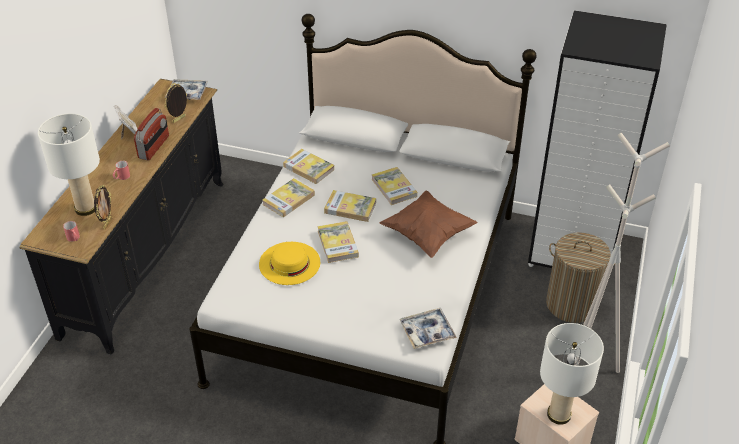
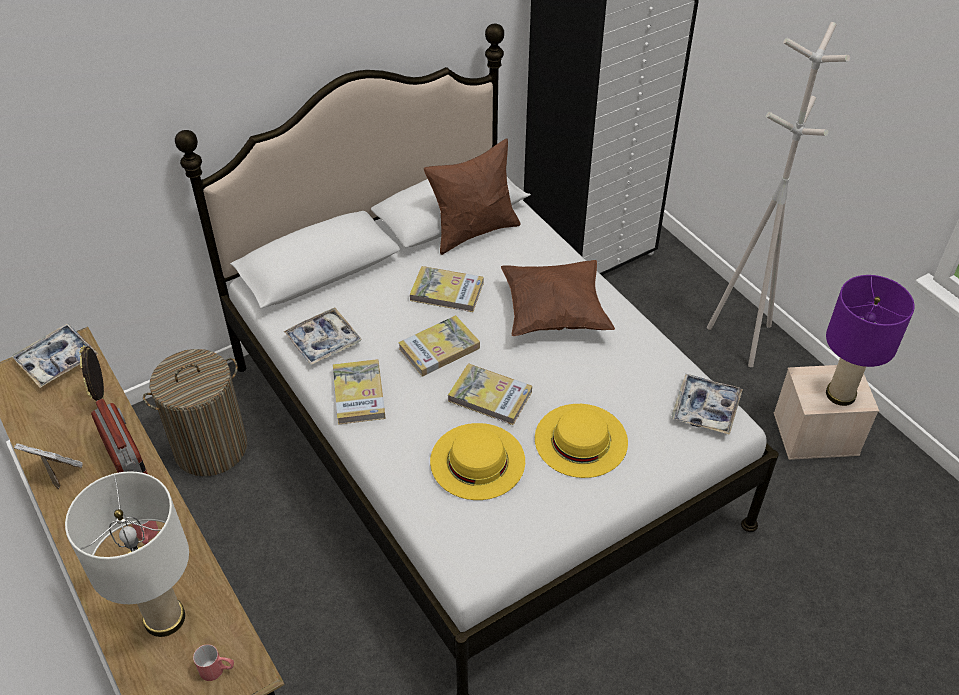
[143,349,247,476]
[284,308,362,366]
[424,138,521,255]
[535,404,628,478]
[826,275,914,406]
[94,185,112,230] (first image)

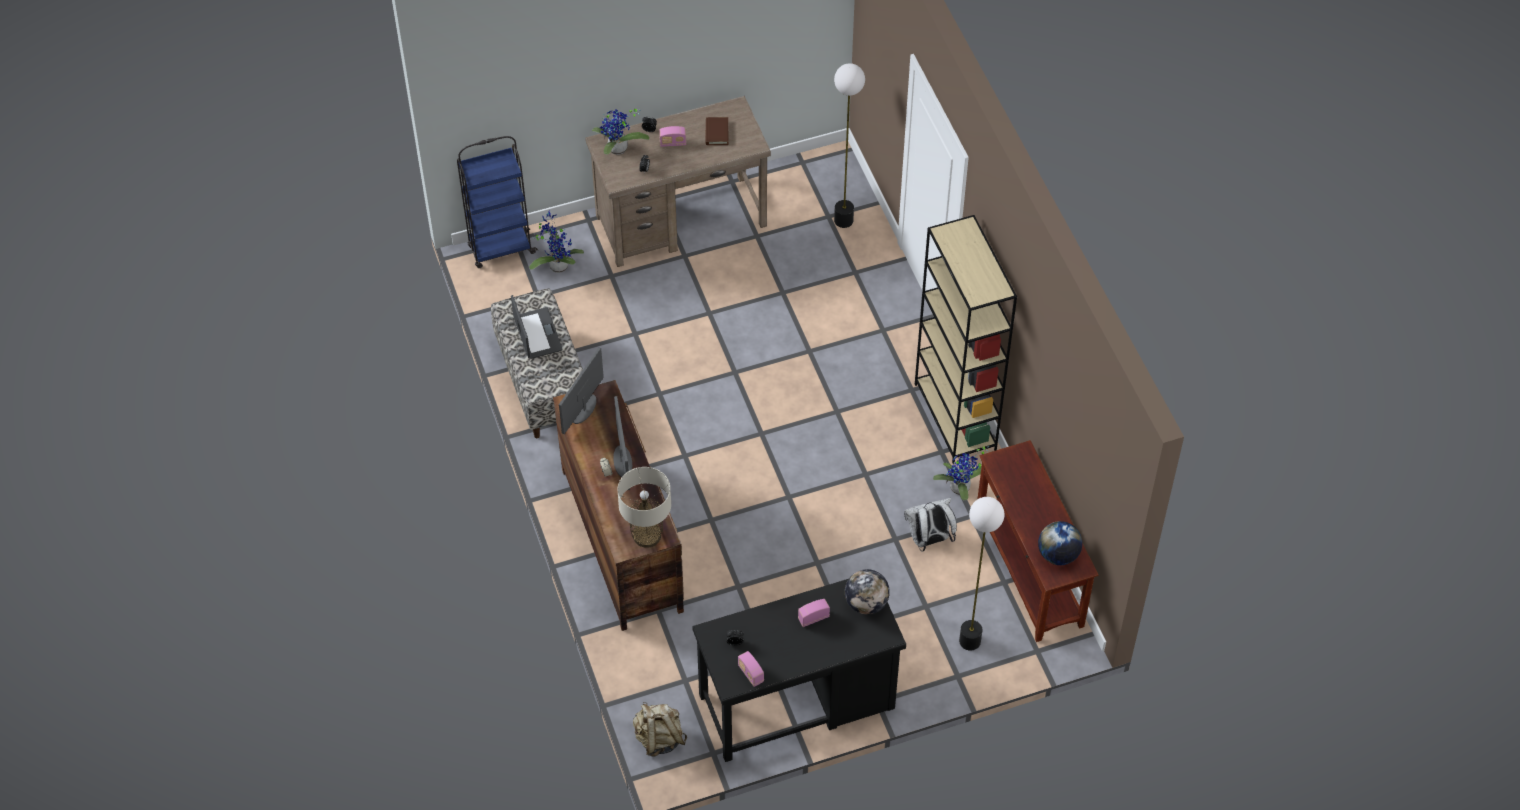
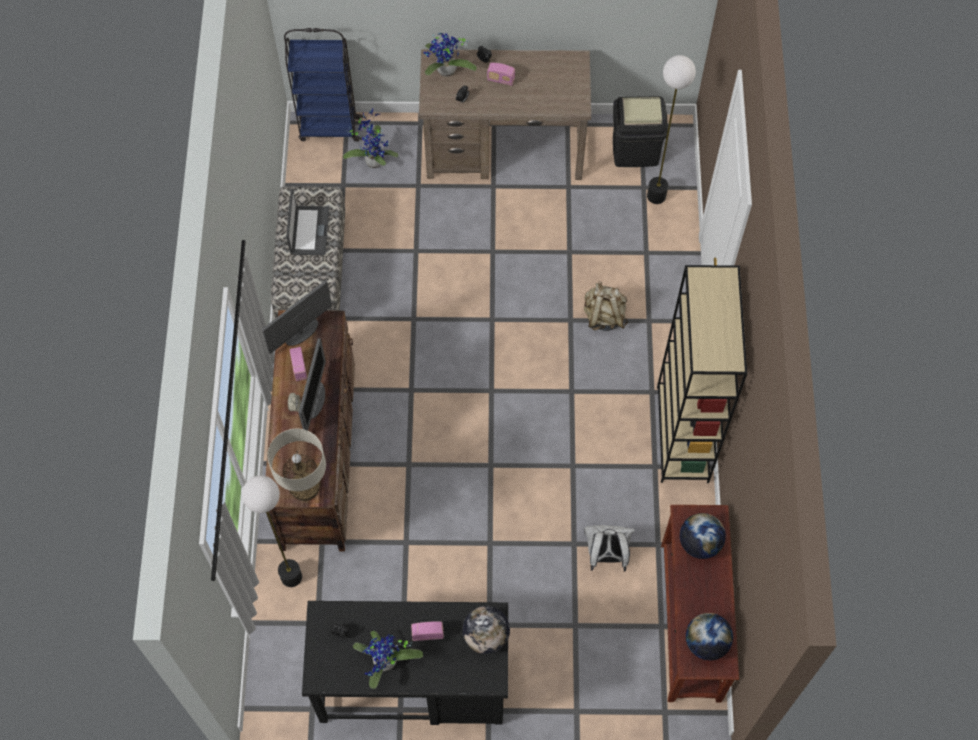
[242,475,302,587]
[290,347,307,381]
[353,631,423,689]
[584,281,628,331]
[613,96,668,167]
[680,513,726,559]
[706,117,728,145] (first image)

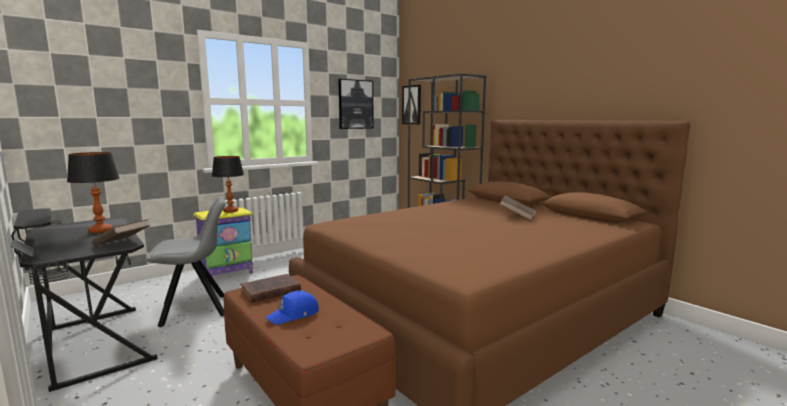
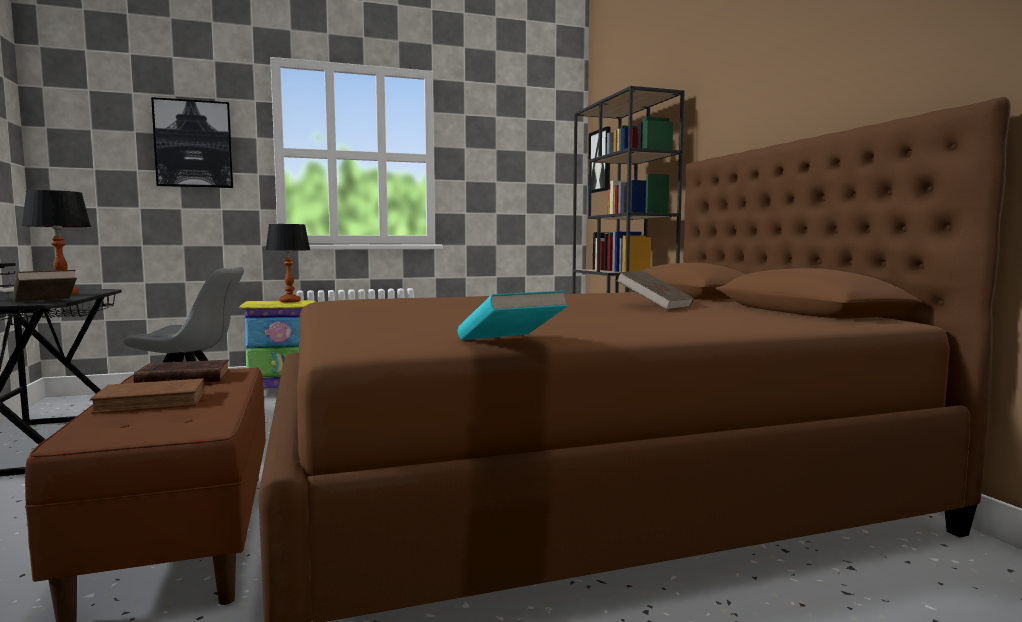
[90,379,204,414]
[151,97,233,188]
[458,291,568,340]

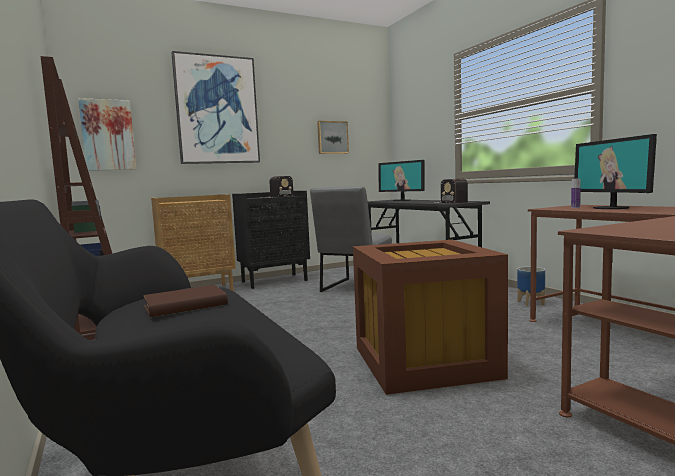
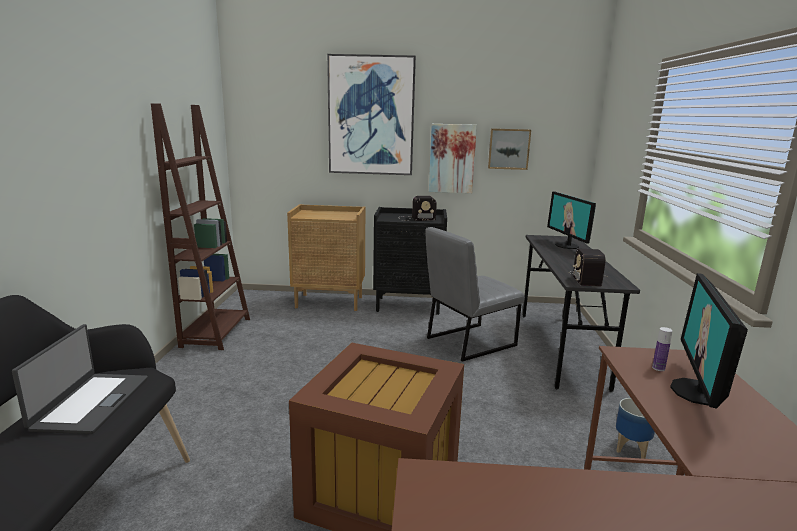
[12,324,148,434]
[429,124,477,193]

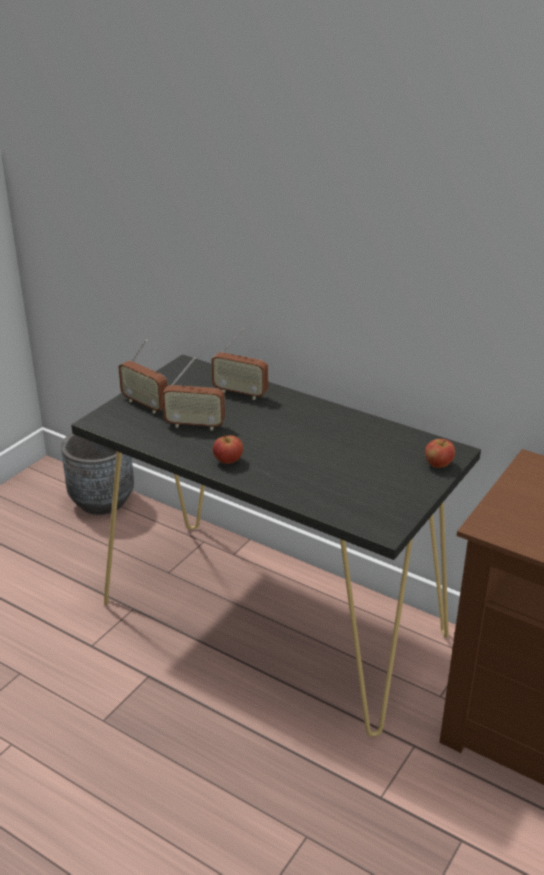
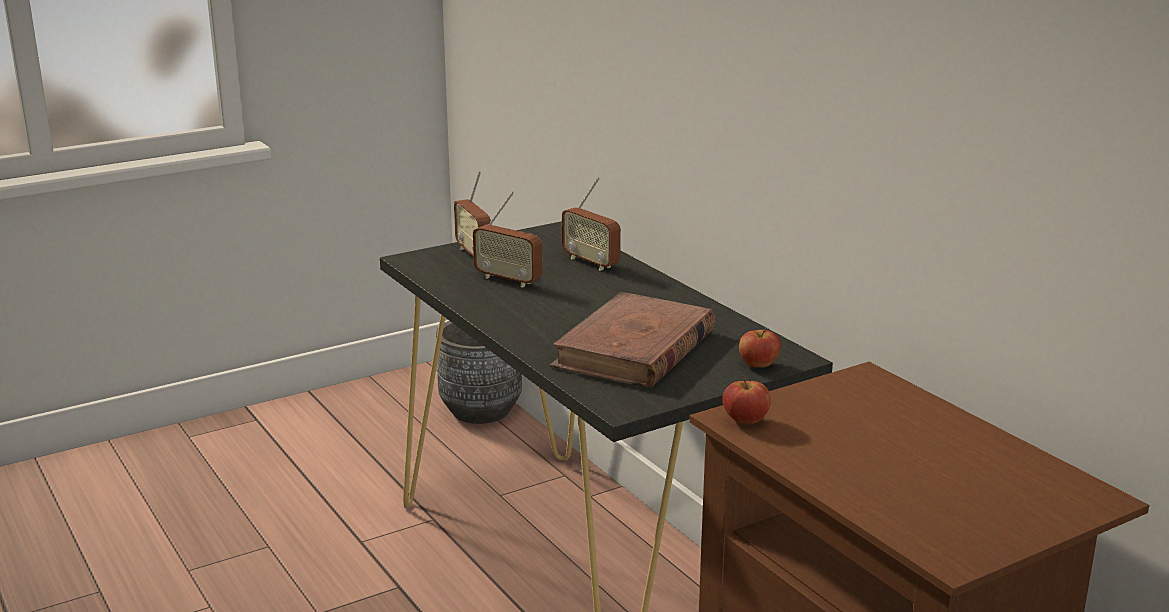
[550,292,716,388]
[722,376,771,424]

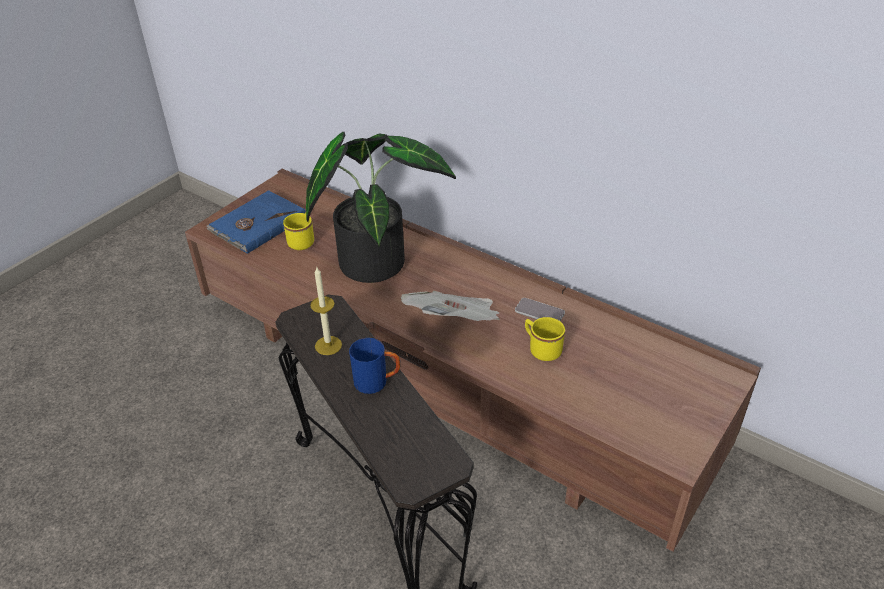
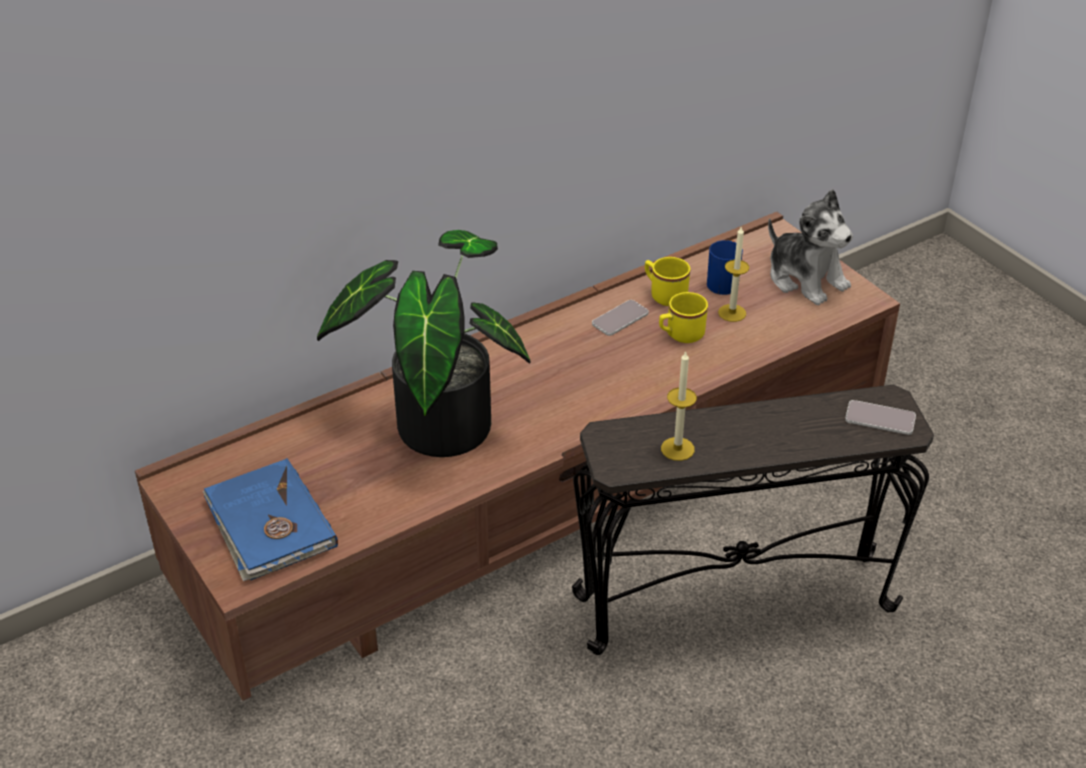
[645,257,690,306]
[707,240,743,295]
[718,226,749,322]
[768,189,853,305]
[845,400,916,435]
[401,291,500,321] (first image)

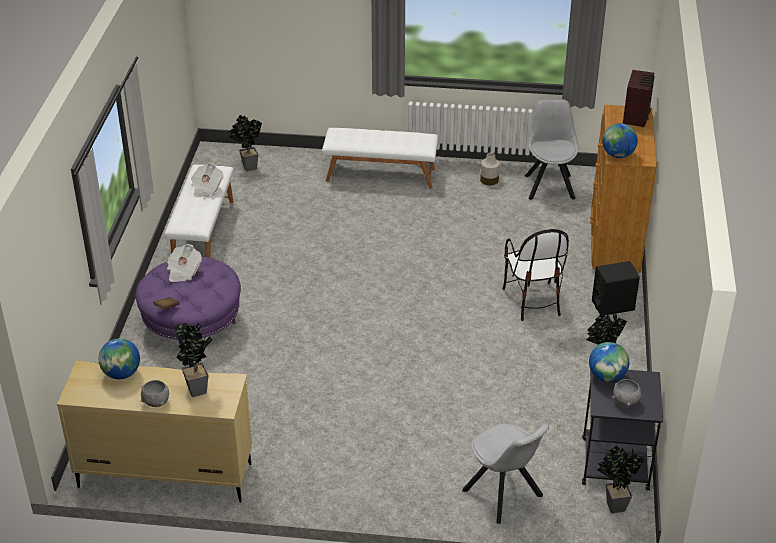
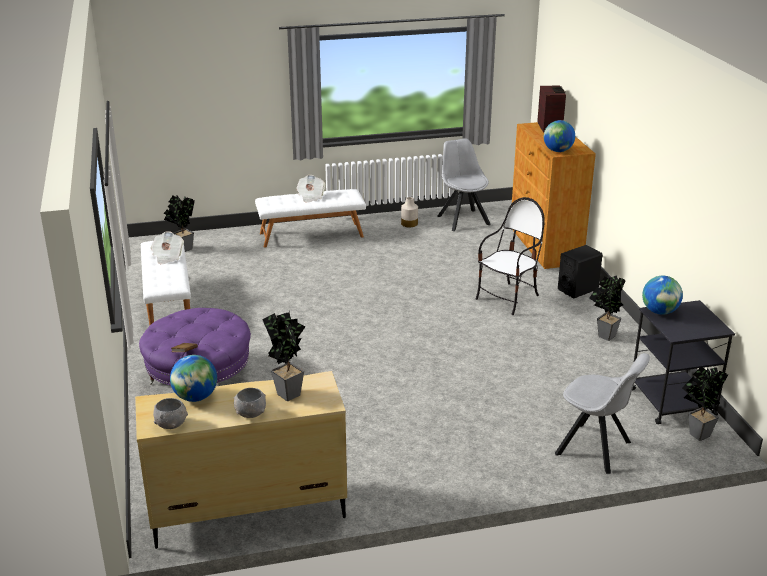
[153,398,188,429]
[296,175,325,203]
[476,197,545,315]

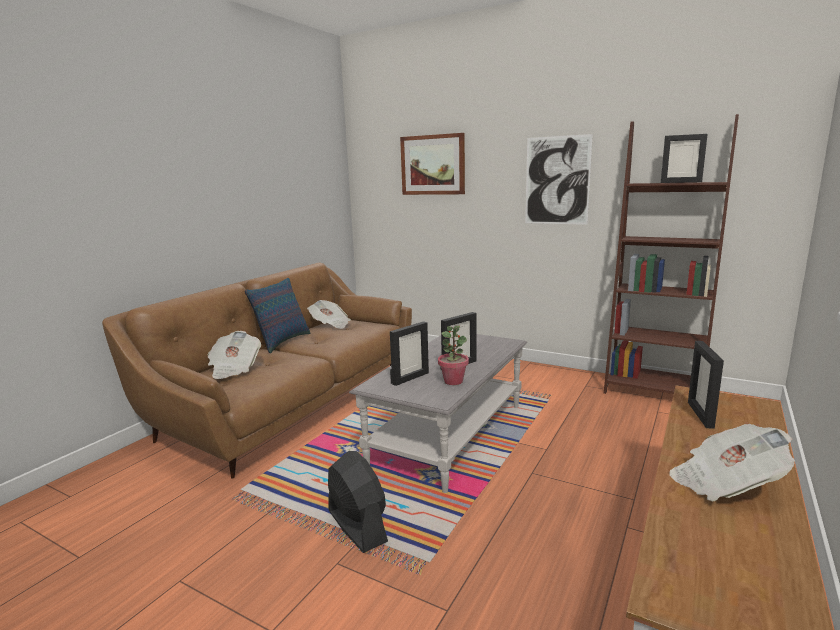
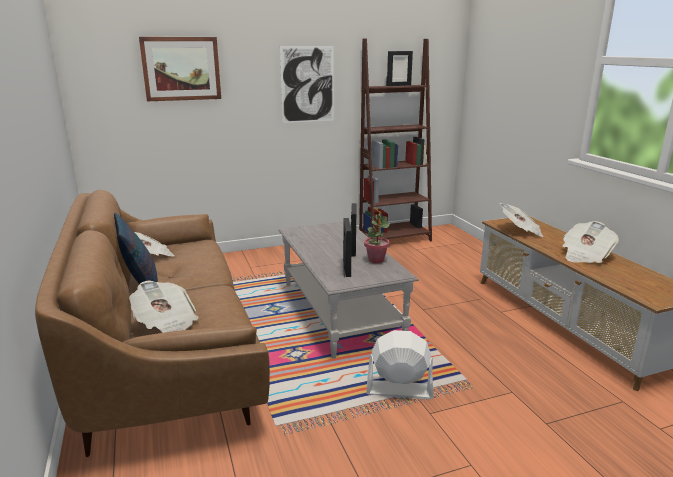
[366,330,434,399]
[500,203,543,237]

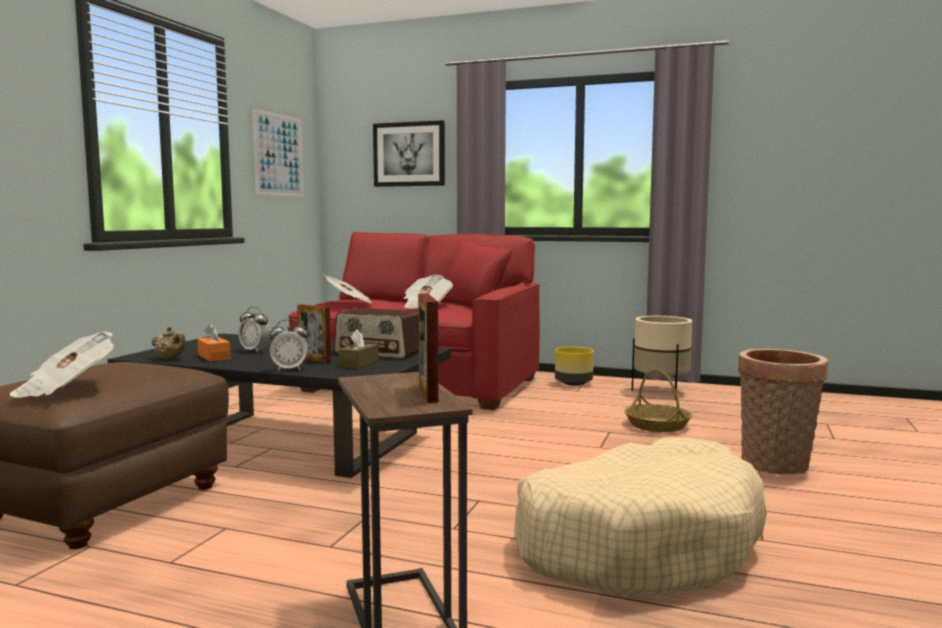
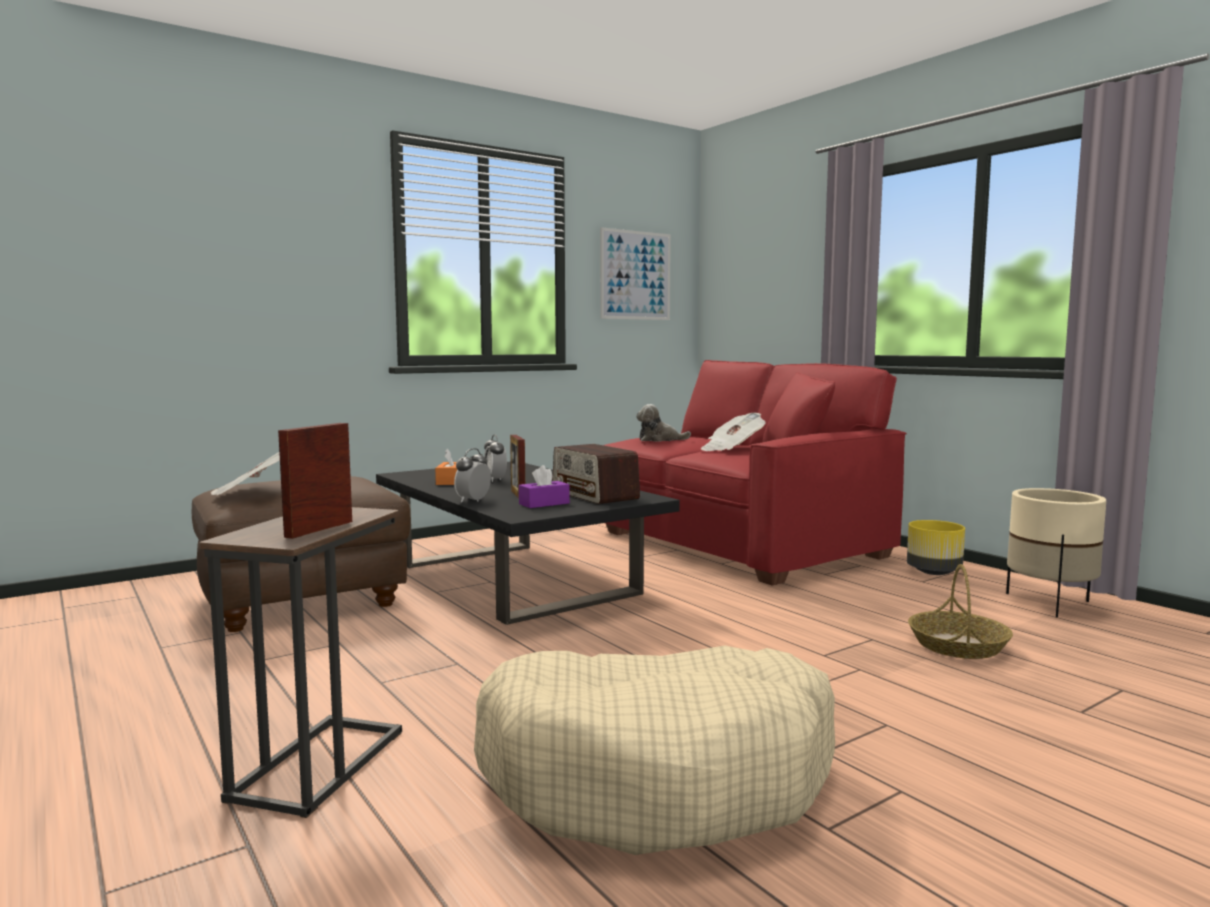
[454,448,491,502]
[519,465,570,508]
[636,404,691,442]
[152,327,186,359] (first image)
[373,120,445,187] (first image)
[738,349,828,475] (first image)

